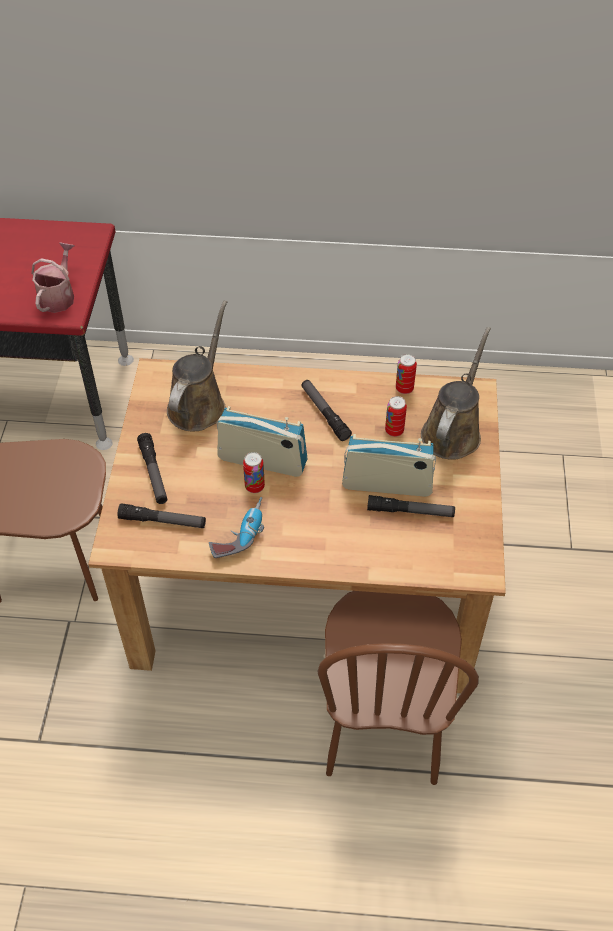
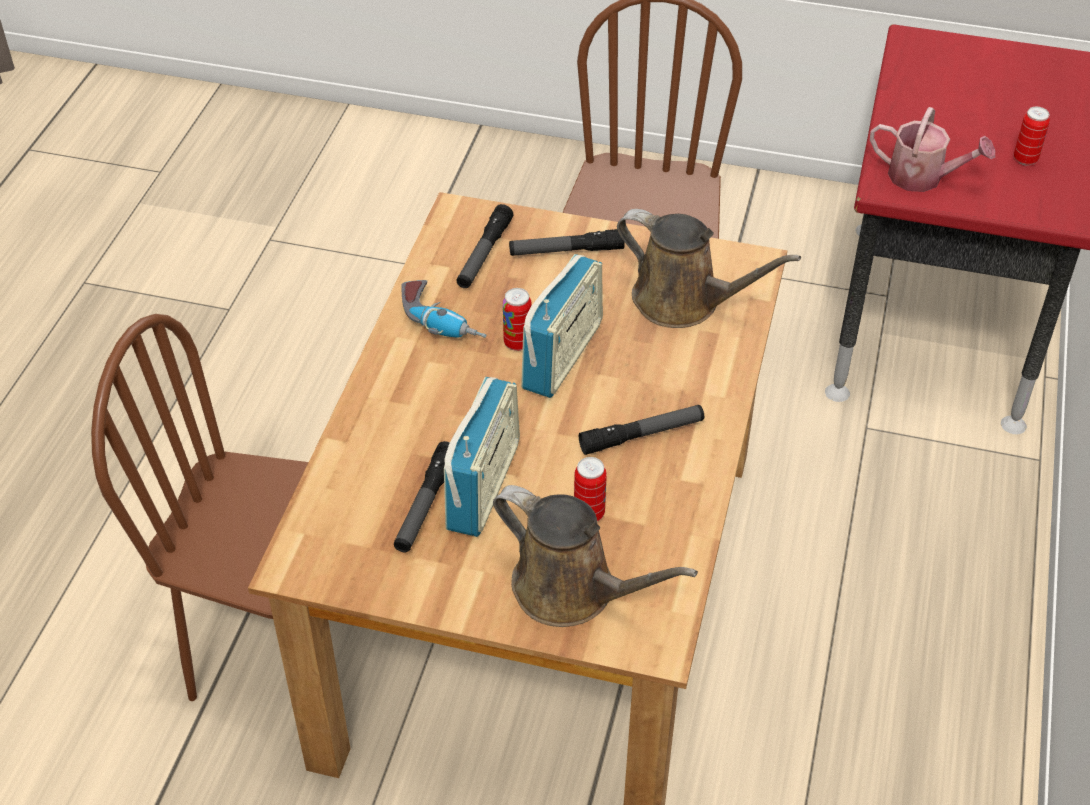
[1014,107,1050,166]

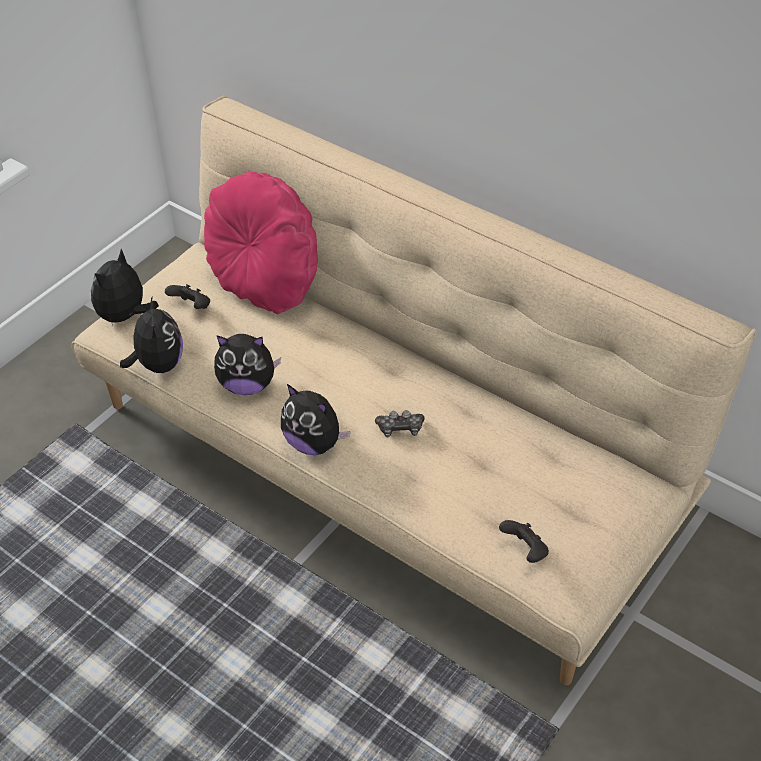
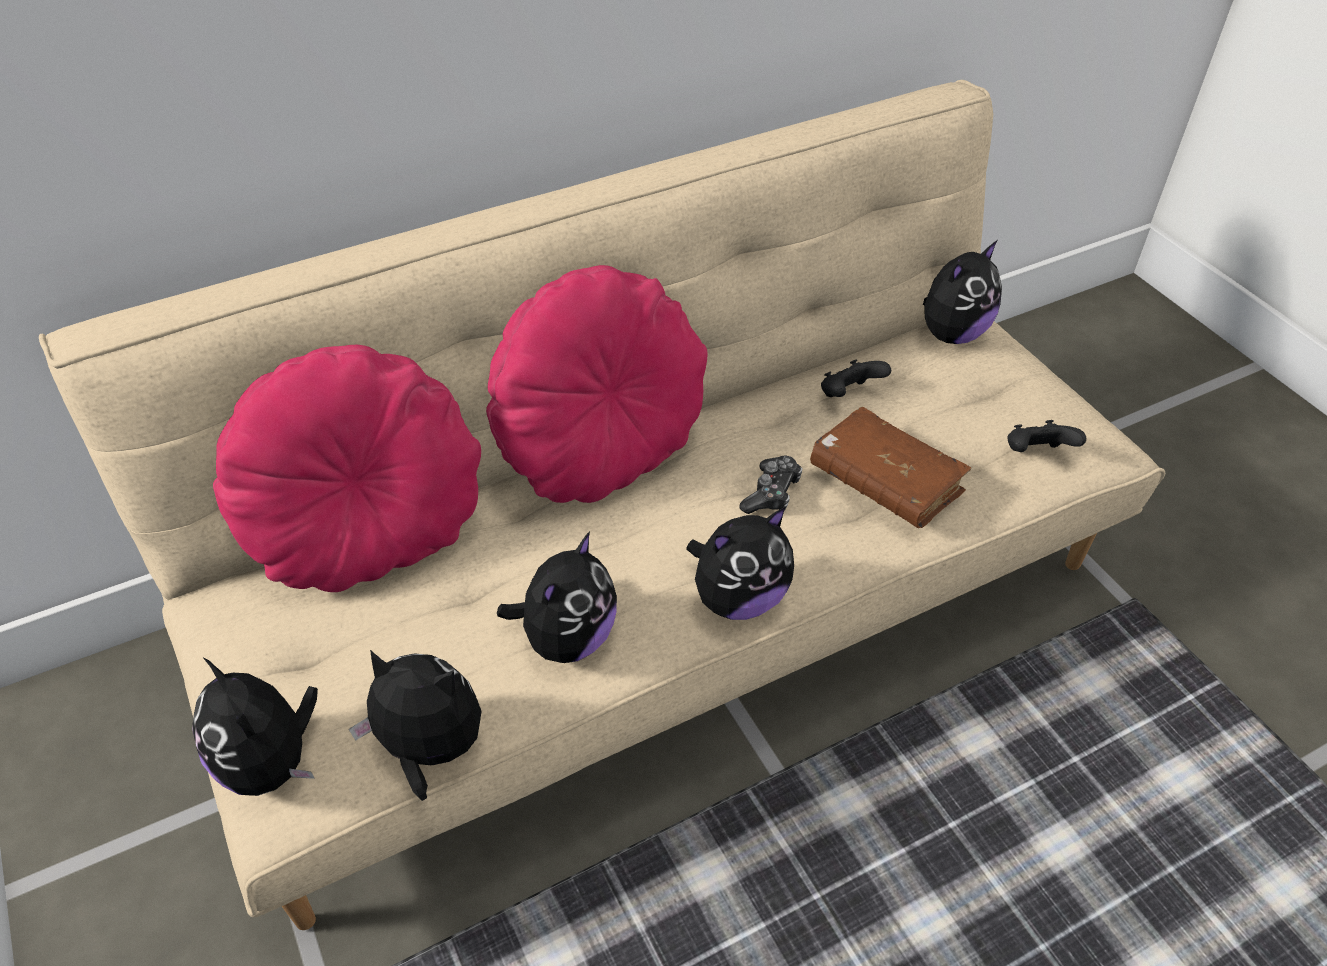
[486,265,707,503]
[810,407,971,528]
[821,360,891,397]
[923,240,1002,344]

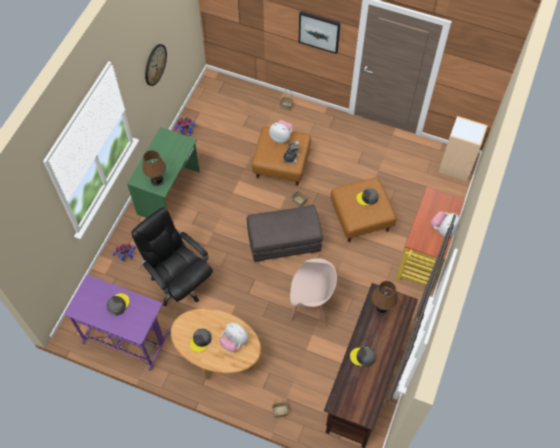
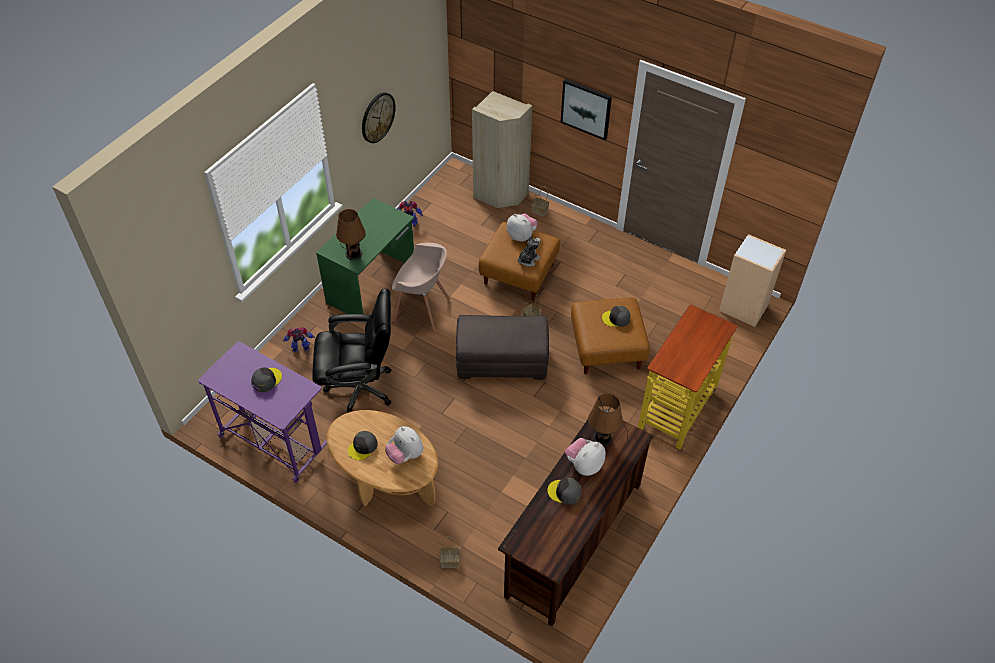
[312,289,391,413]
[392,243,450,332]
[472,91,532,208]
[565,438,606,476]

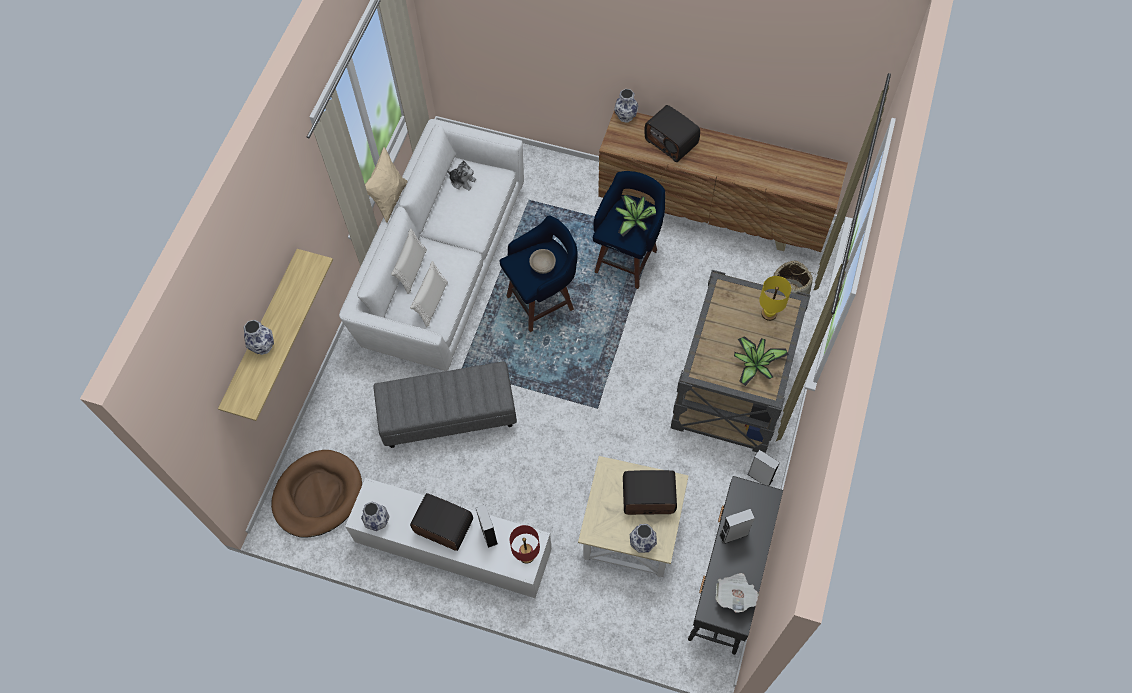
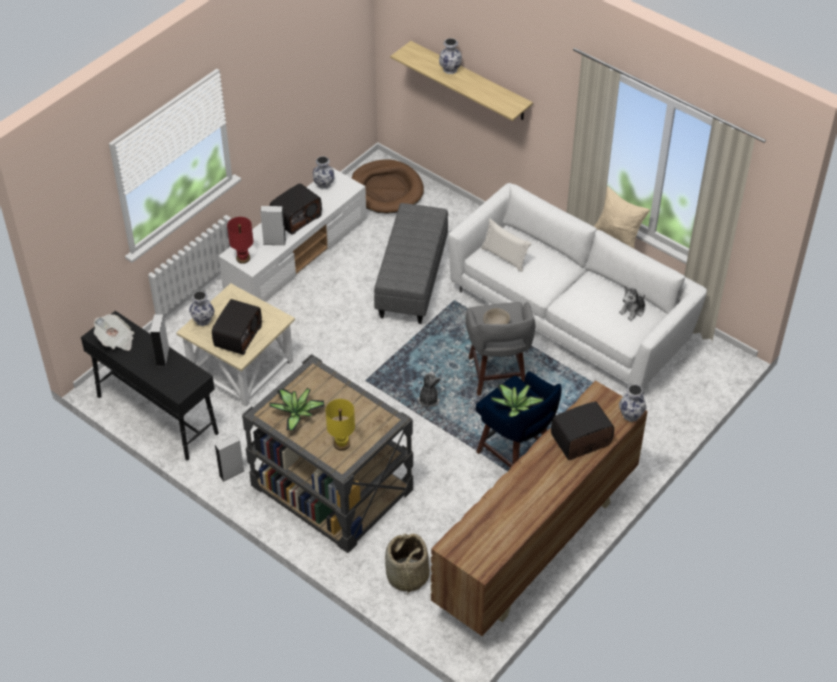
[418,371,441,408]
[465,302,536,396]
[391,229,427,294] (first image)

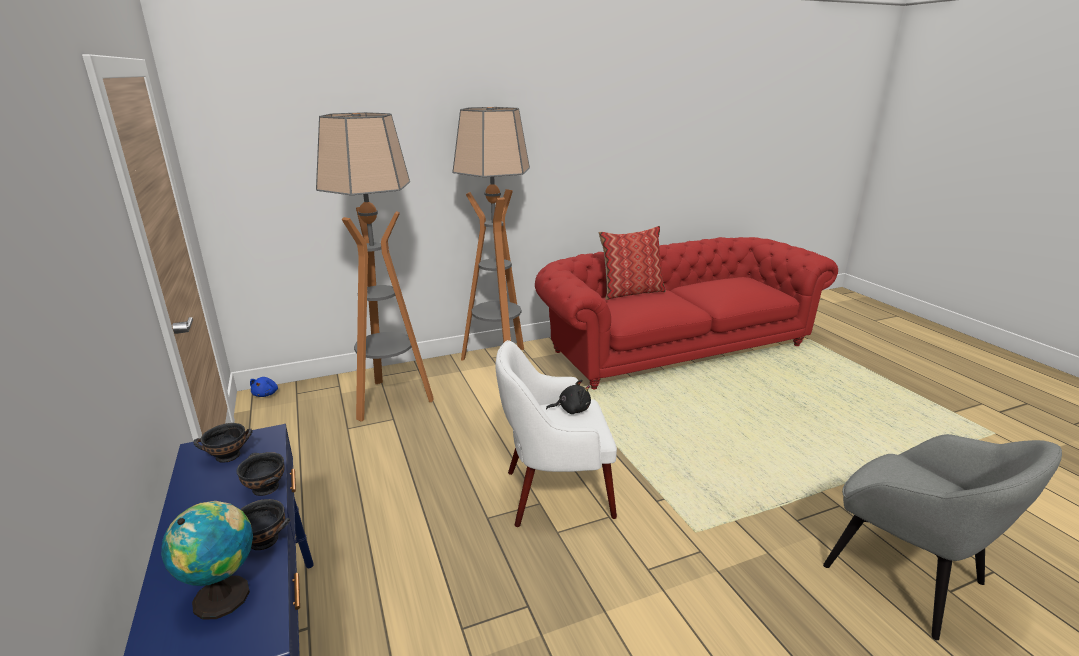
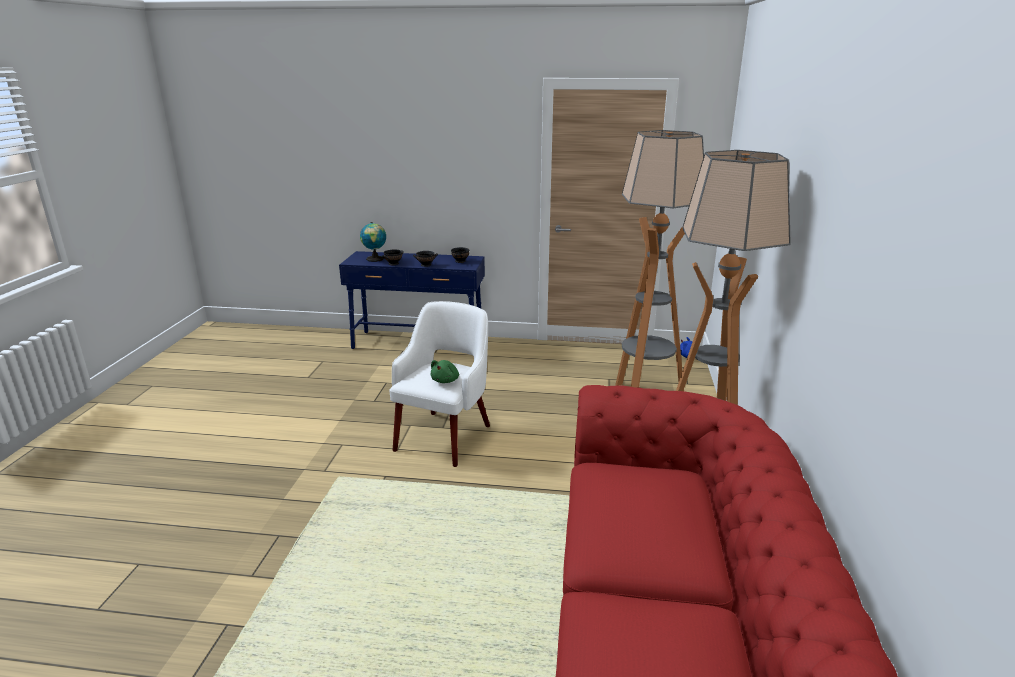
[431,360,459,383]
[598,226,666,300] (first image)
[823,434,1062,640] (first image)

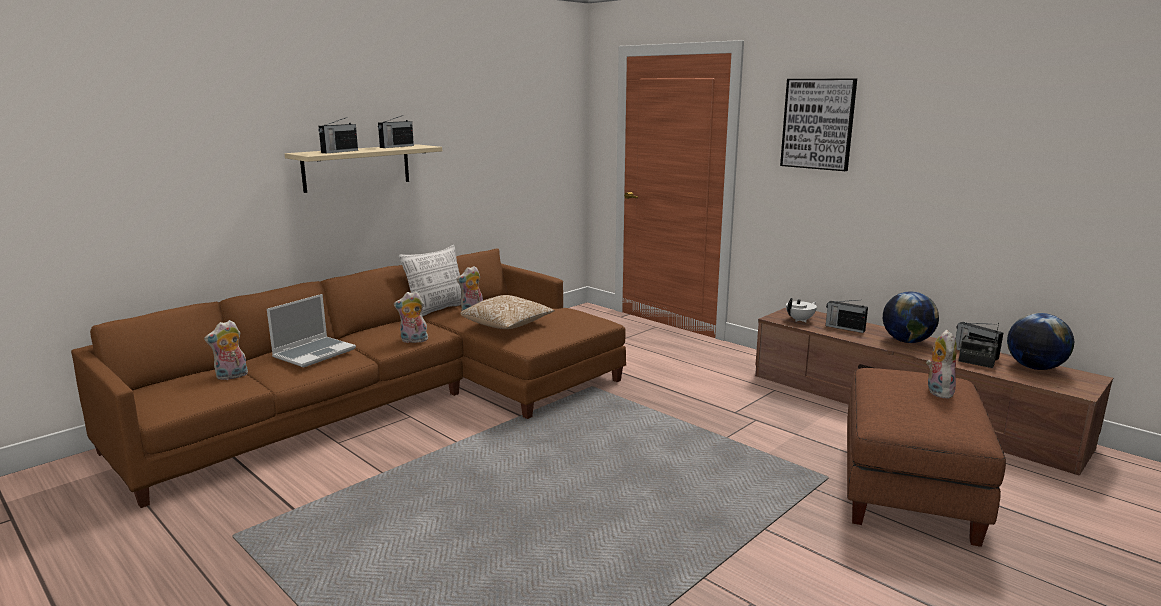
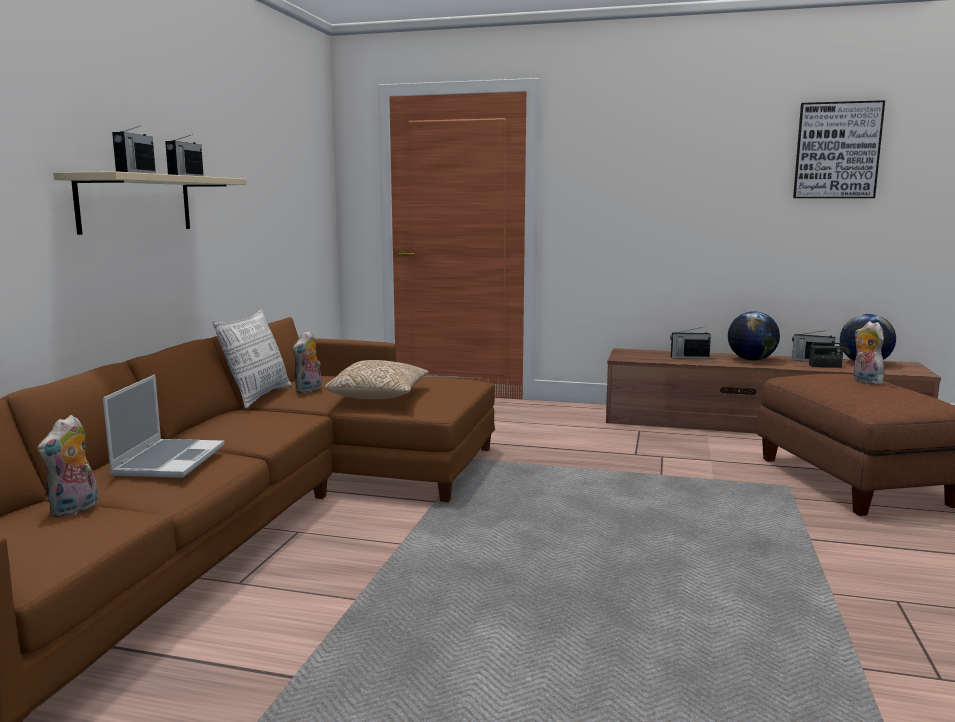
[793,100,885,198]
[394,291,428,343] (first image)
[786,298,817,322] (first image)

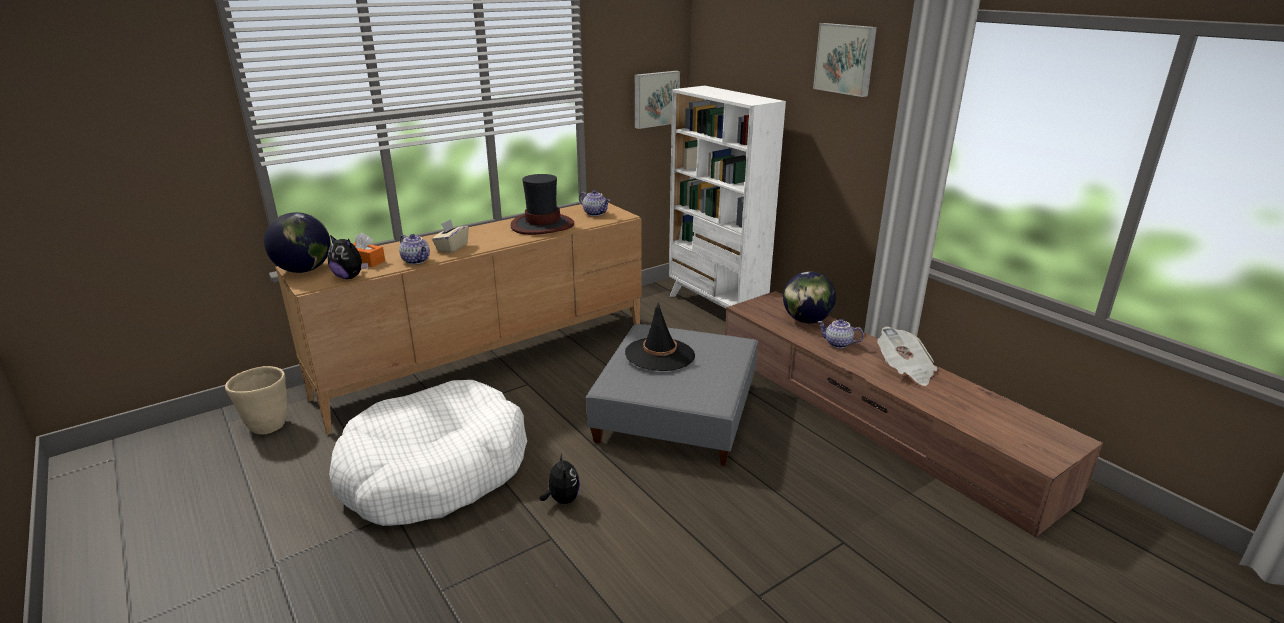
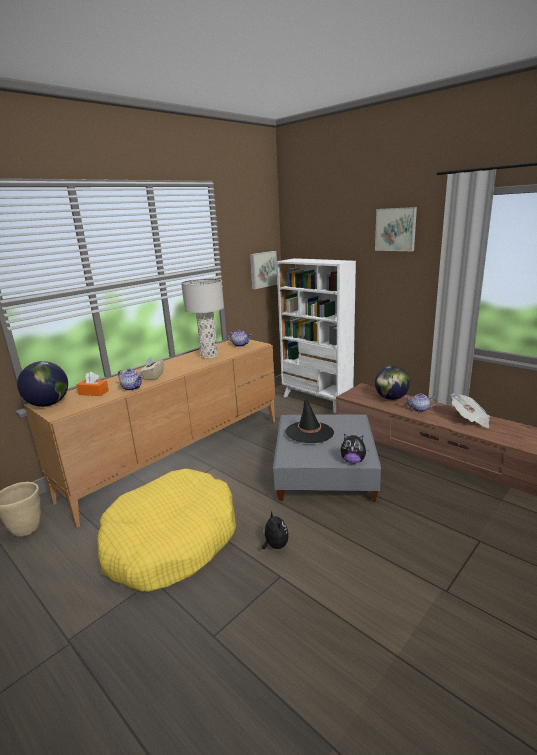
[97,468,236,592]
[181,279,224,359]
[341,434,369,464]

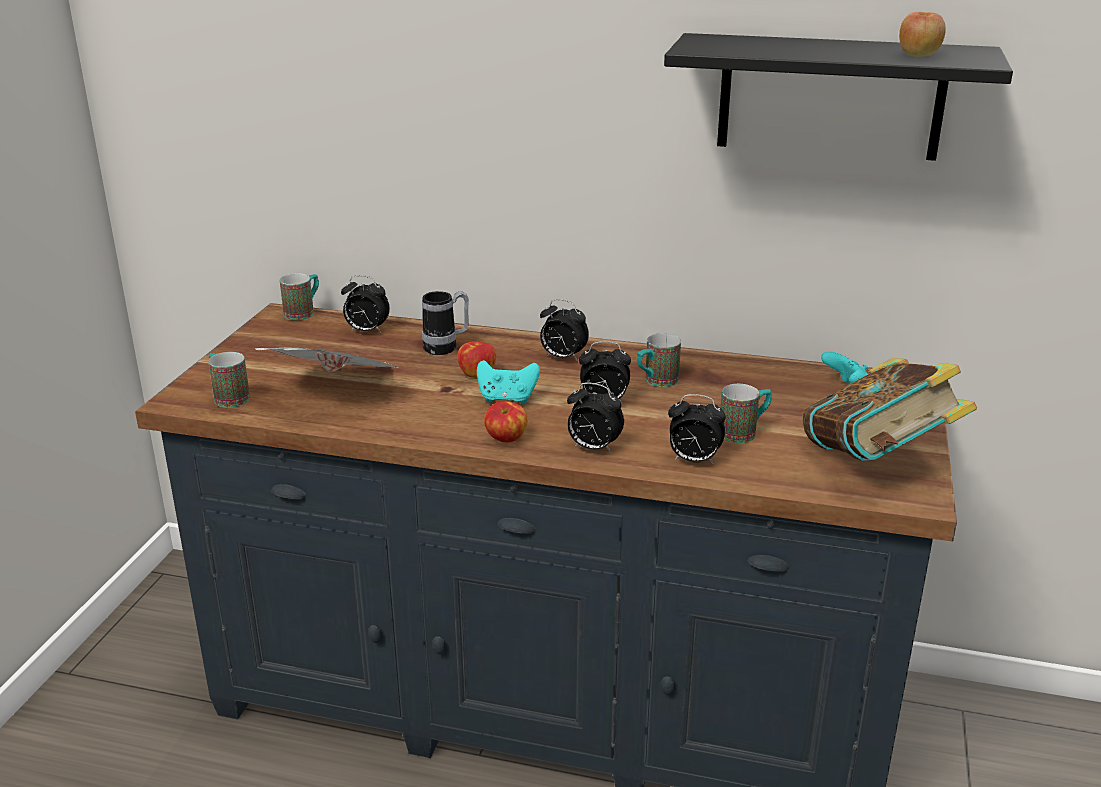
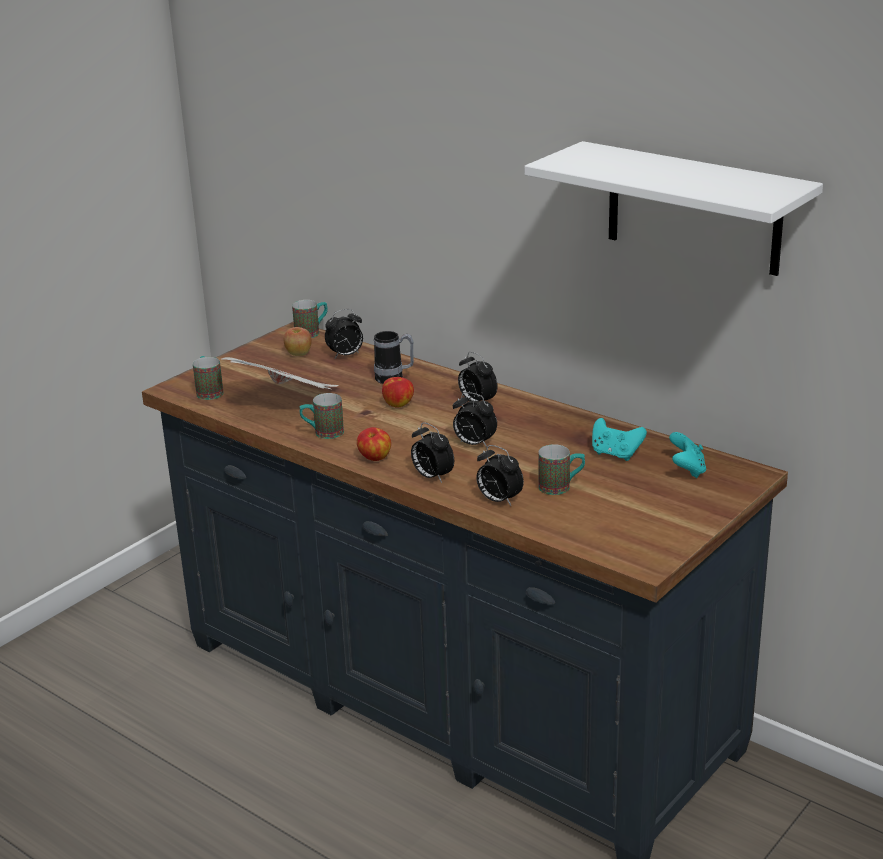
[284,327,312,356]
[300,393,344,439]
[325,309,363,358]
[524,141,823,276]
[592,418,647,461]
[802,358,977,461] (first image)

